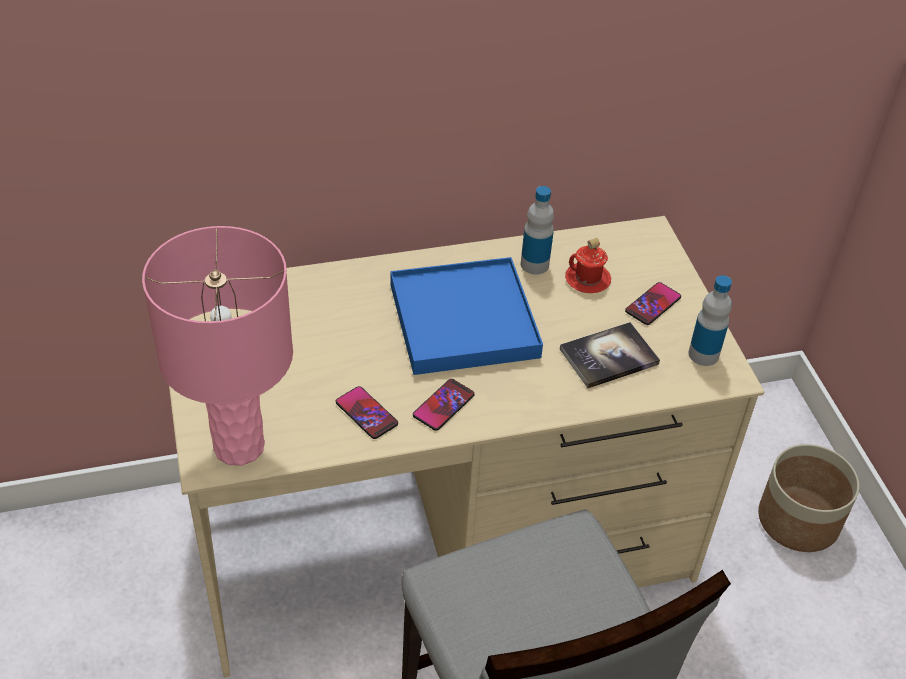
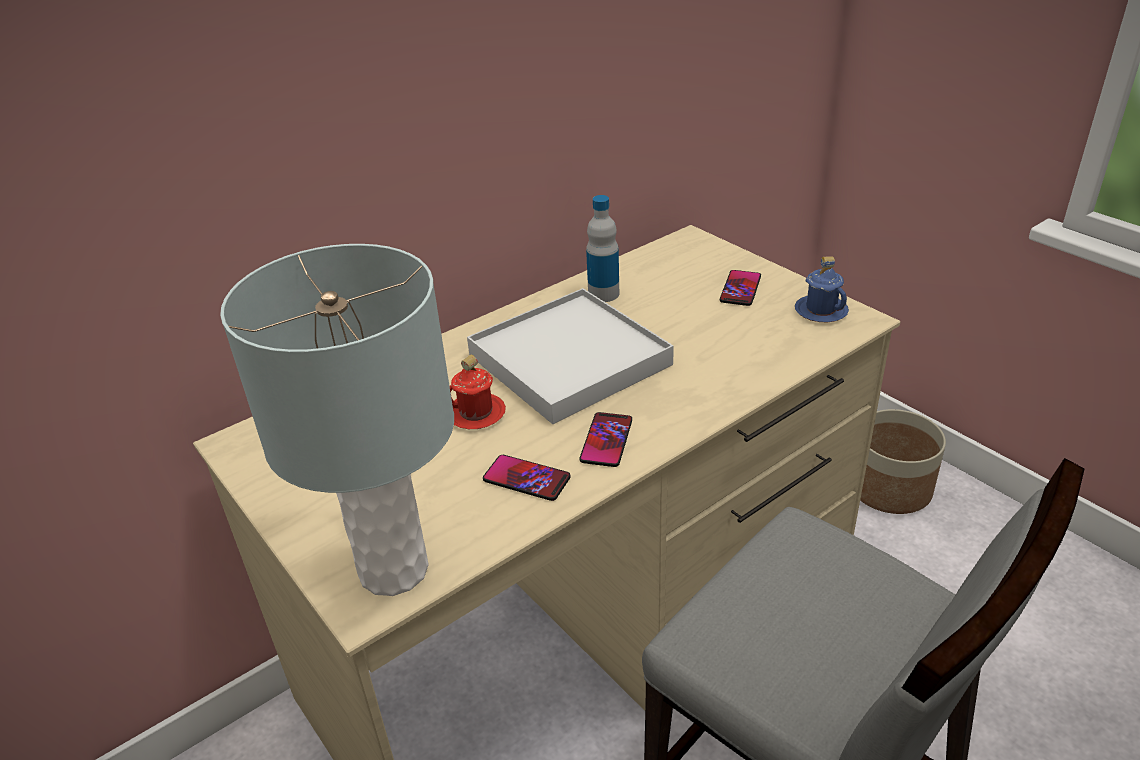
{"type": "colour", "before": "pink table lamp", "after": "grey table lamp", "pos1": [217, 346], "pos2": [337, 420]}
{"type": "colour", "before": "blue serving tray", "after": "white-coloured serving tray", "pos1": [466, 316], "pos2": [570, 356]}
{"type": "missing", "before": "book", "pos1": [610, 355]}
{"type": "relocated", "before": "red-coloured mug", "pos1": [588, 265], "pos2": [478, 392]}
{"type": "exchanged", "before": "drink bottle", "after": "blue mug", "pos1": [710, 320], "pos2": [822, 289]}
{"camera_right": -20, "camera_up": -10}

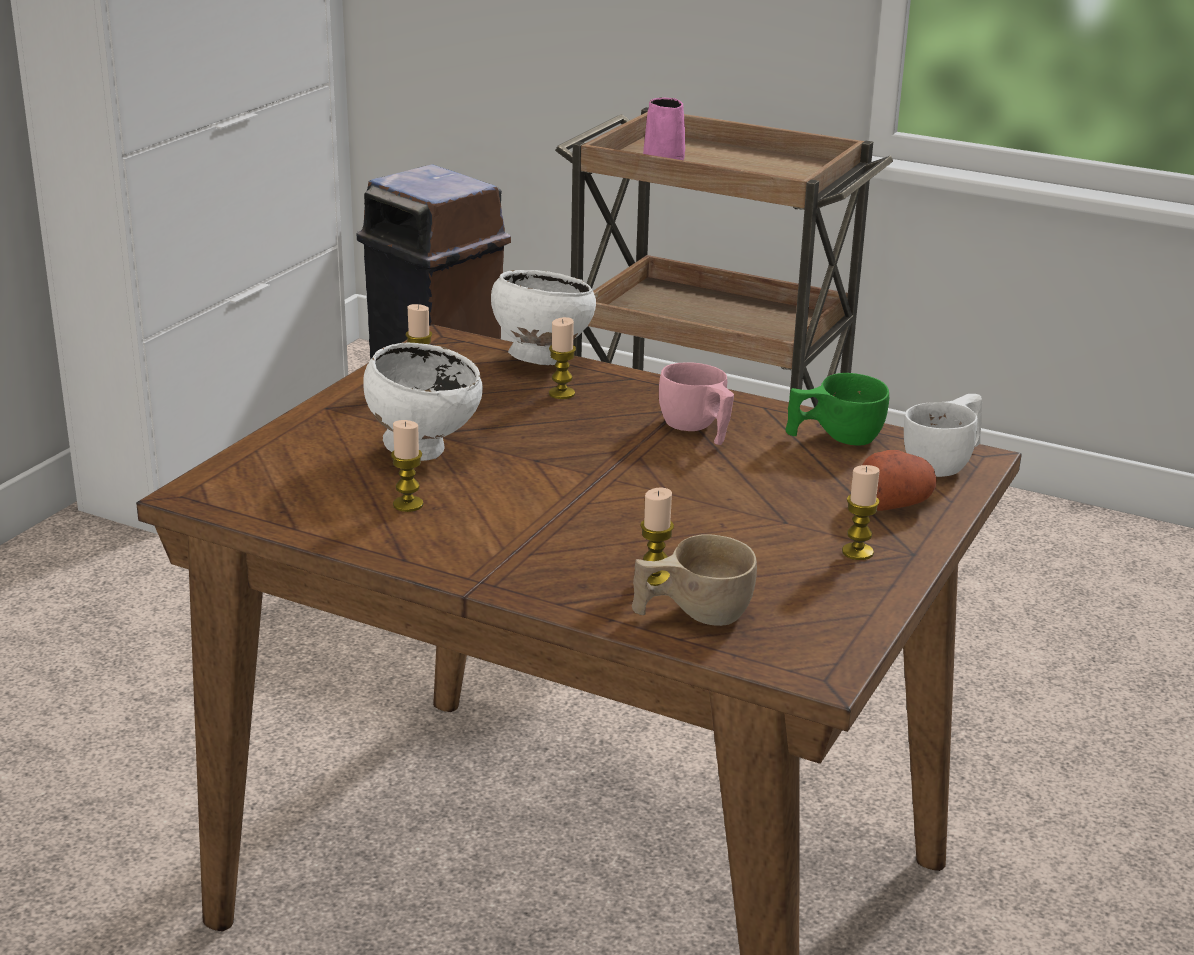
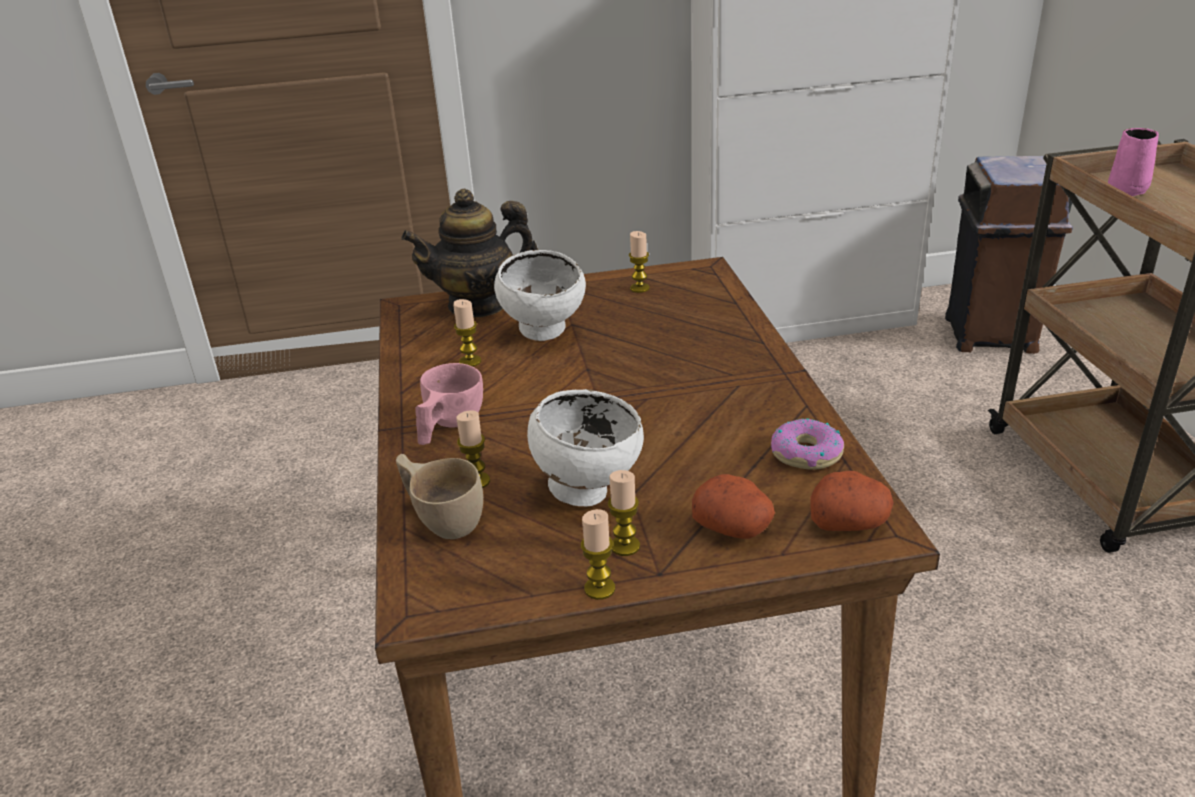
{"type": "relocated", "before": "white-coloured deep dish", "pos1": [543, 317], "pos2": [585, 448]}
{"type": "relocated", "before": "wax light", "pos1": [562, 358], "pos2": [598, 554]}
{"type": "relocated", "before": "pink cup", "pos1": [696, 403], "pos2": [449, 404]}
{"type": "exchanged", "before": "green cup", "after": "ring doughnut", "pos1": [837, 409], "pos2": [807, 444]}
{"type": "exchanged", "before": "white-coloured cup", "after": "potato", "pos1": [943, 435], "pos2": [852, 501]}
{"type": "appeared", "after": "tea pot", "pos2": [469, 253]}
{"camera_right": 55, "camera_up": 5}

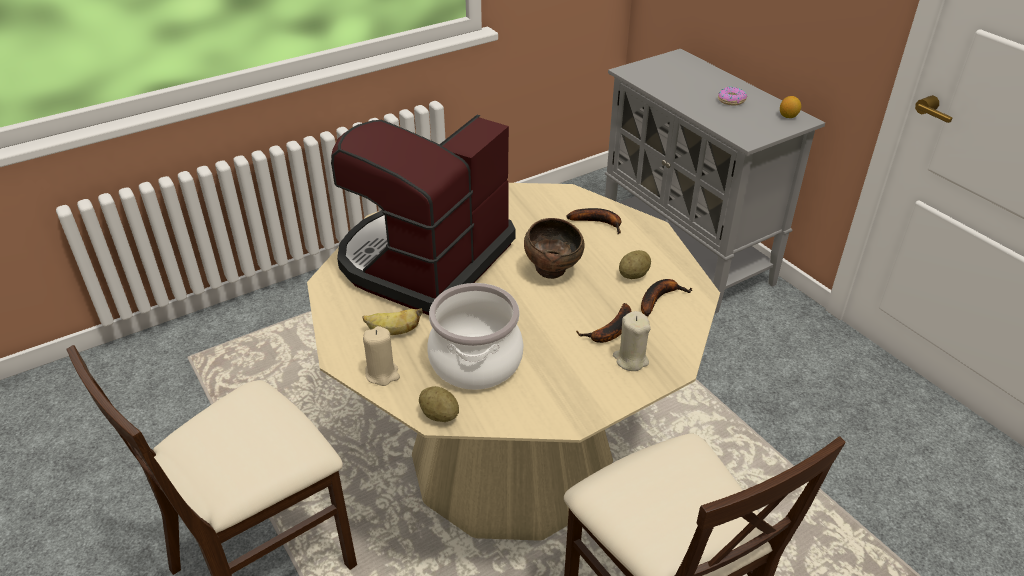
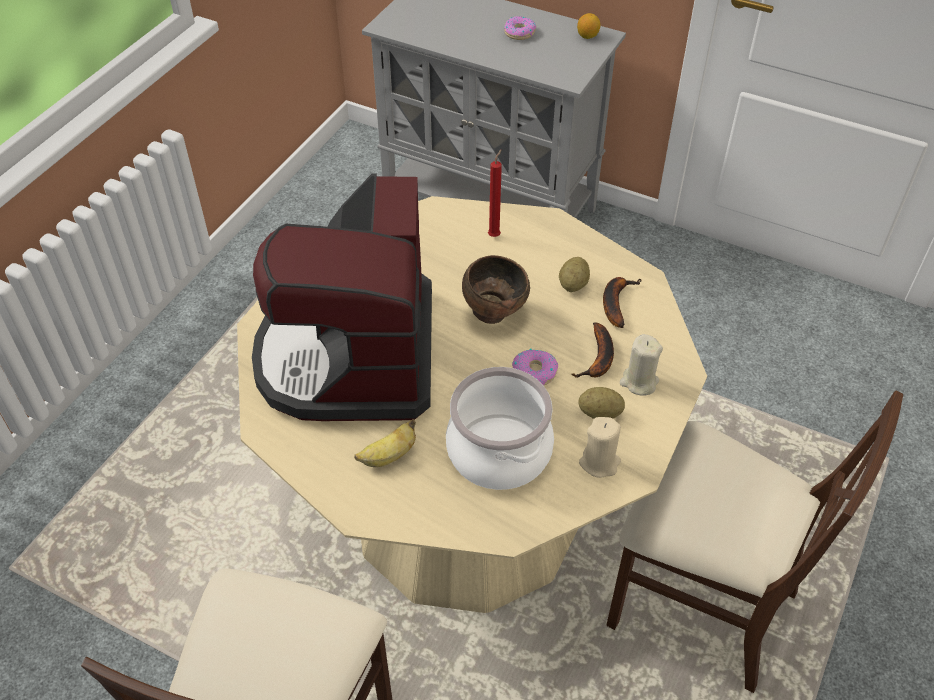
{"type": "relocated", "before": "beige wax light", "pos1": [381, 356], "pos2": [600, 447]}
{"type": "relocated", "before": "potato", "pos1": [439, 404], "pos2": [601, 403]}
{"type": "exchanged", "before": "banana fruit", "after": "red-coloured wax light", "pos1": [594, 221], "pos2": [495, 193]}
{"type": "appeared", "after": "ring doughnut", "pos2": [535, 367]}
{"camera_right": -30, "camera_up": 10}

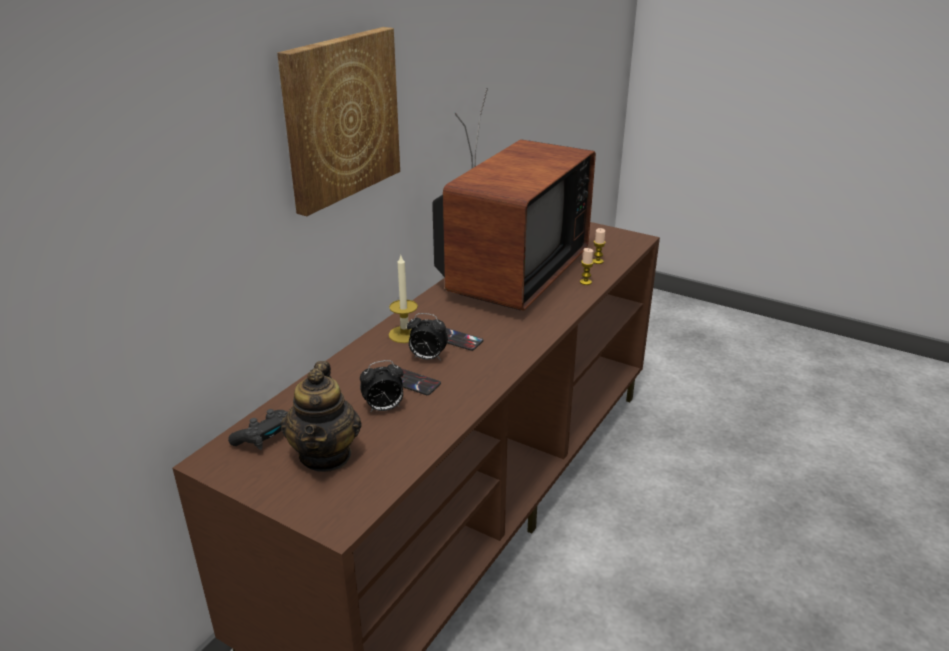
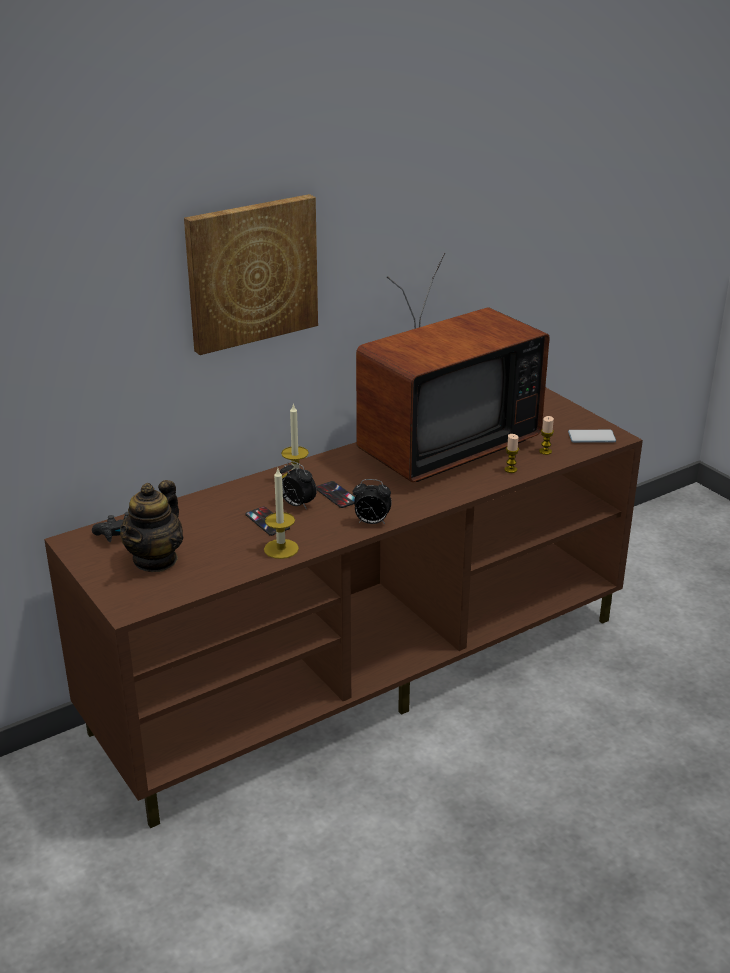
{"type": "relocated", "before": "bedside clock", "pos1": [382, 386], "pos2": [372, 501]}
{"type": "appeared", "after": "wax light", "pos2": [281, 514]}
{"type": "appeared", "after": "telephone", "pos2": [592, 436]}
{"camera_right": 25, "camera_up": 0}

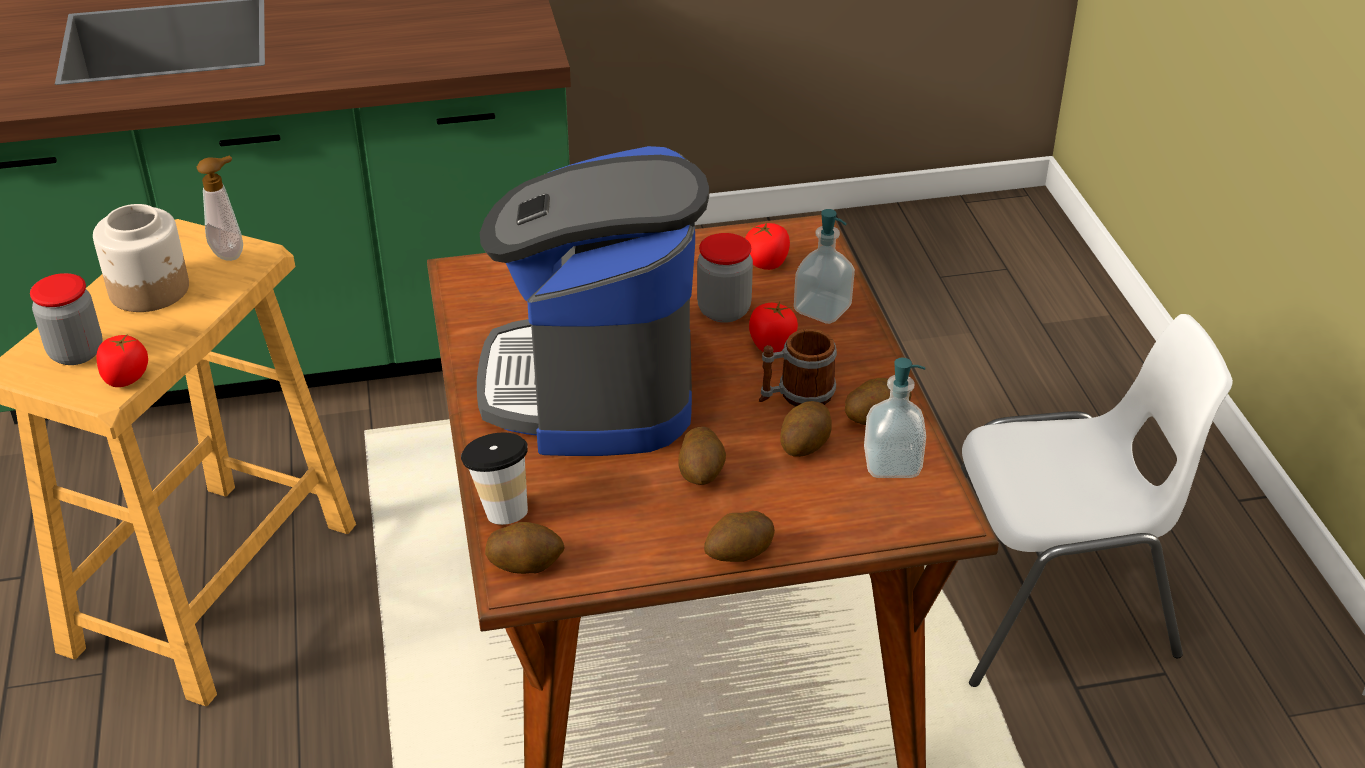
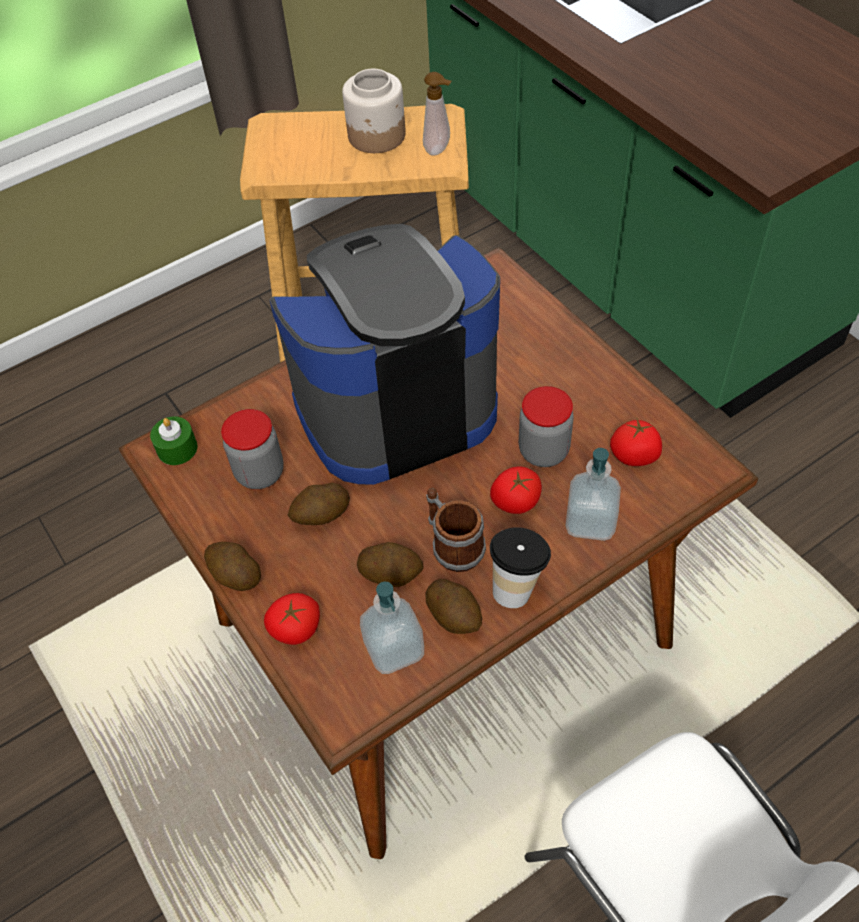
{"type": "relocated", "before": "jar", "pos1": [66, 319], "pos2": [252, 449]}
{"type": "relocated", "before": "tomato", "pos1": [122, 360], "pos2": [292, 619]}
{"type": "relocated", "before": "cup", "pos1": [494, 478], "pos2": [520, 567]}
{"type": "exchanged", "before": "potato", "after": "green wax light", "pos1": [525, 548], "pos2": [174, 440]}
{"camera_right": 70, "camera_up": 15}

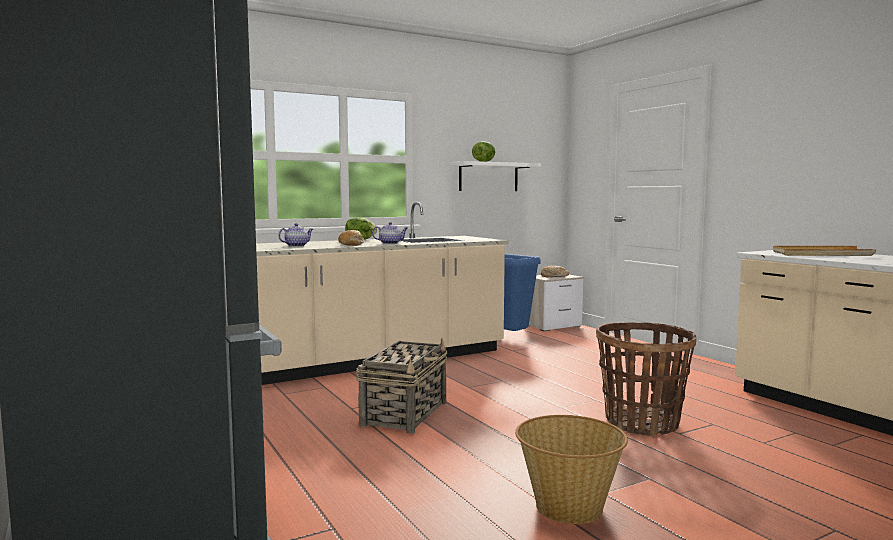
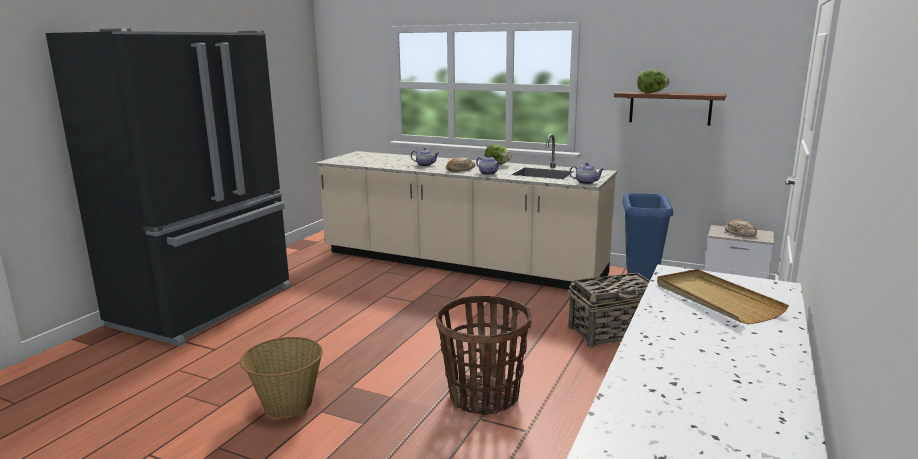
{"type": "relocated", "before": "basket", "pos1": [402, 386], "pos2": [609, 310]}
{"type": "colour", "before": "white-coloured bracket shelf", "after": "brown bracket shelf", "pos1": [495, 176], "pos2": [670, 108]}
{"type": "appeared", "after": "tea pot", "pos2": [586, 173]}
{"camera_right": 55, "camera_up": 10}

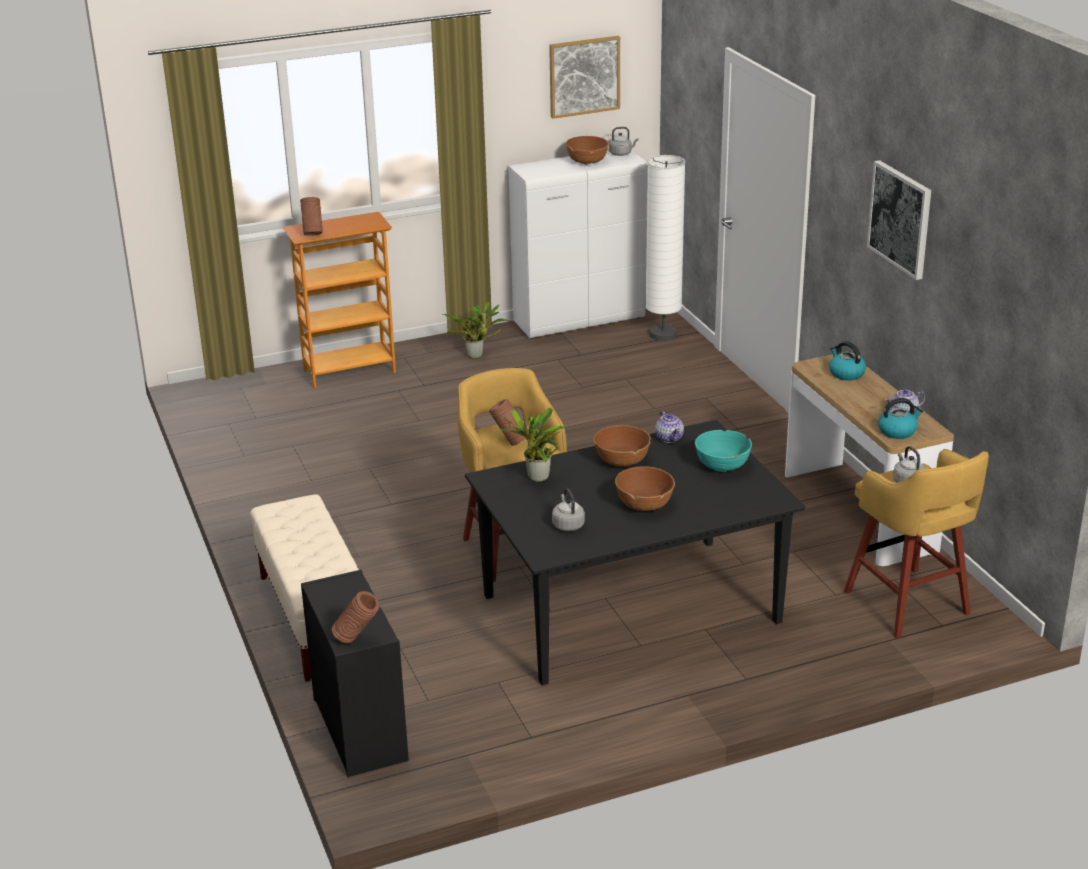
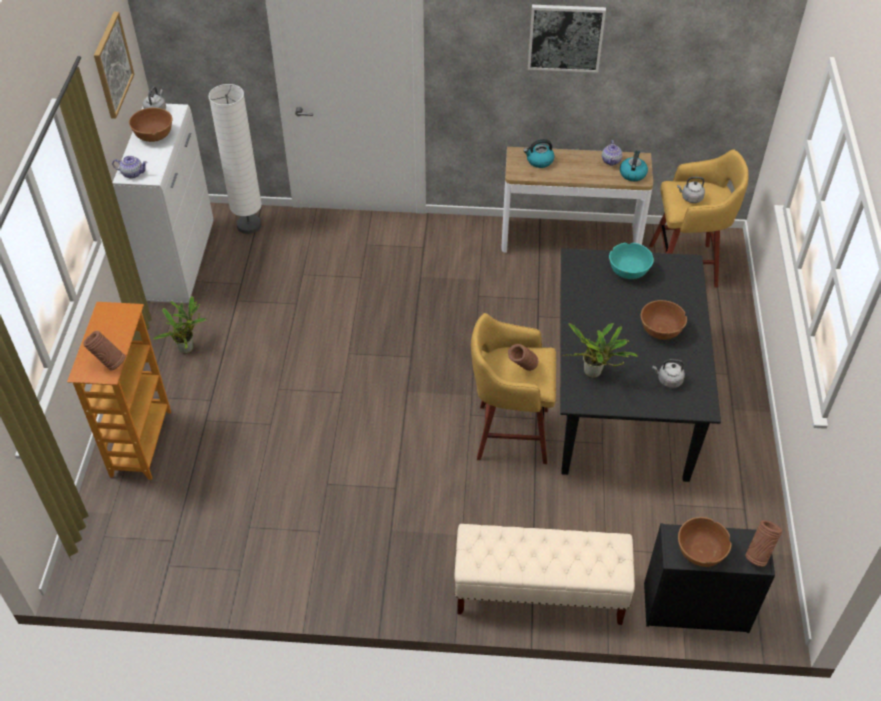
{"type": "relocated", "before": "brown deep dish", "pos1": [622, 445], "pos2": [705, 542]}
{"type": "relocated", "before": "tea pot", "pos1": [669, 427], "pos2": [130, 167]}
{"camera_right": -65, "camera_up": 20}

